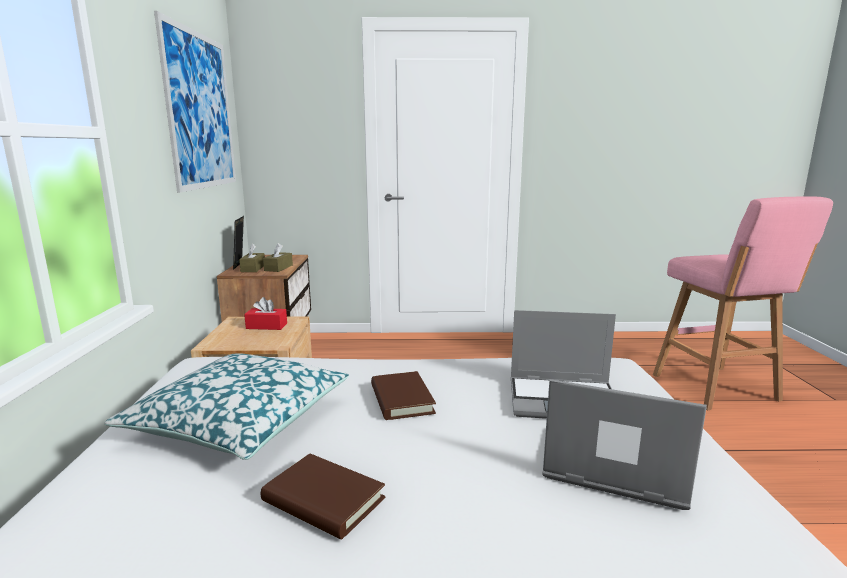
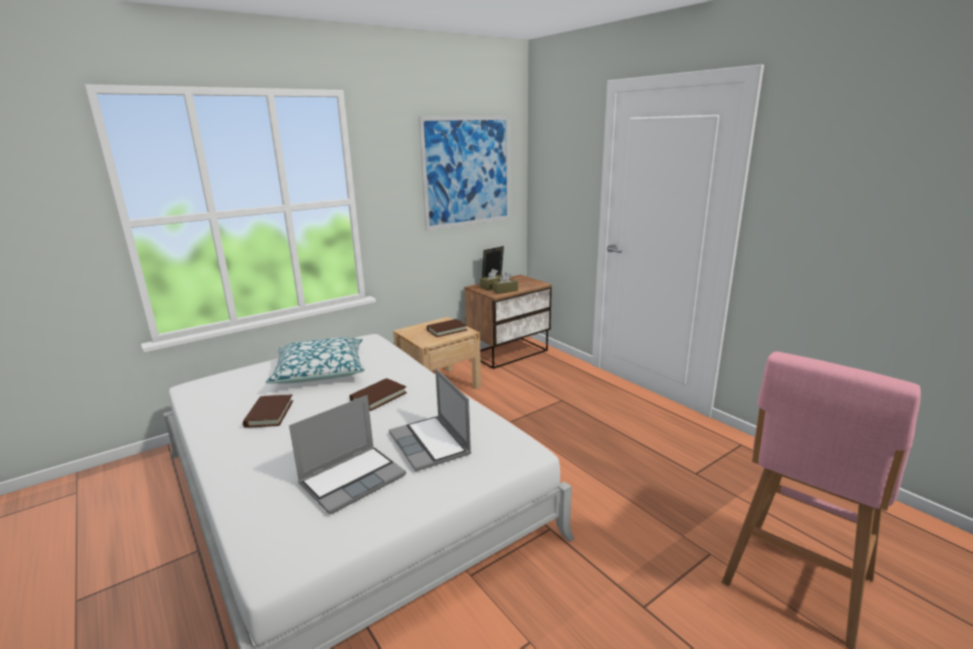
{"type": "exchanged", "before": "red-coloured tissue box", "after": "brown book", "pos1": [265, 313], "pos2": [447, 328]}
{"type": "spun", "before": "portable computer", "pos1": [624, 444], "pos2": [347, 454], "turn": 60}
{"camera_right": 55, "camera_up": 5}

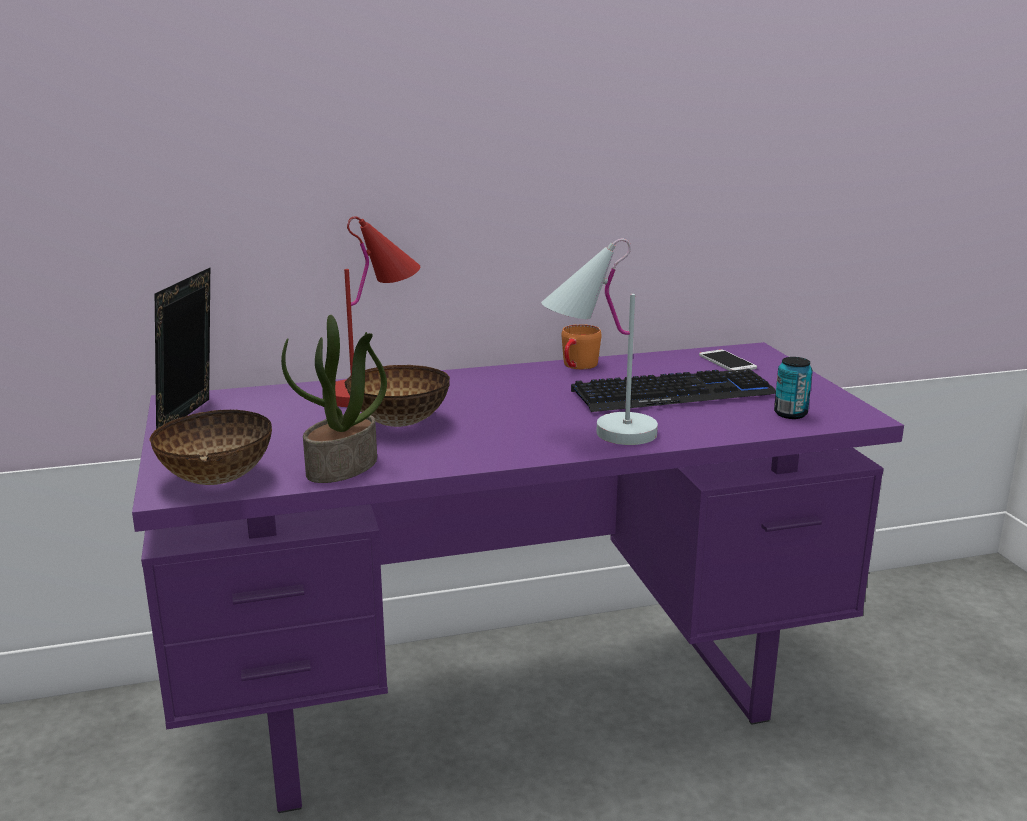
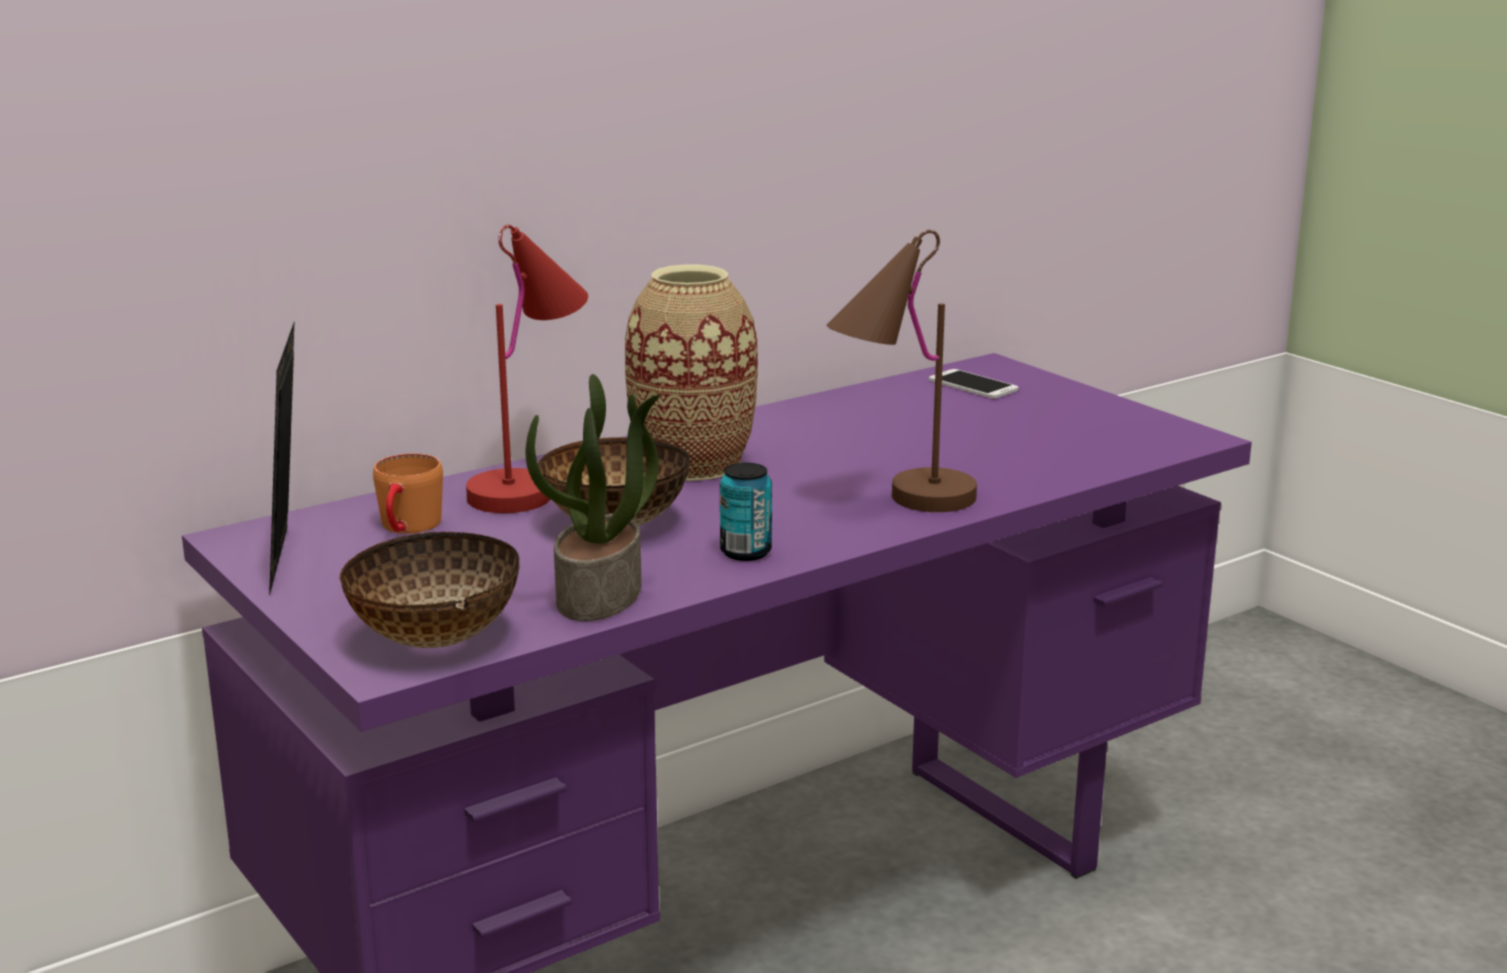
{"type": "colour", "before": "white-coloured table lamp", "after": "brown table lamp", "pos1": [599, 342], "pos2": [901, 371]}
{"type": "relocated", "before": "orange-coloured mug", "pos1": [581, 346], "pos2": [408, 493]}
{"type": "missing", "before": "computer keyboard", "pos1": [673, 390]}
{"type": "relocated", "before": "metal can", "pos1": [793, 388], "pos2": [746, 511]}
{"type": "appeared", "after": "flower vase", "pos2": [691, 373]}
{"camera_right": -20, "camera_up": 0}

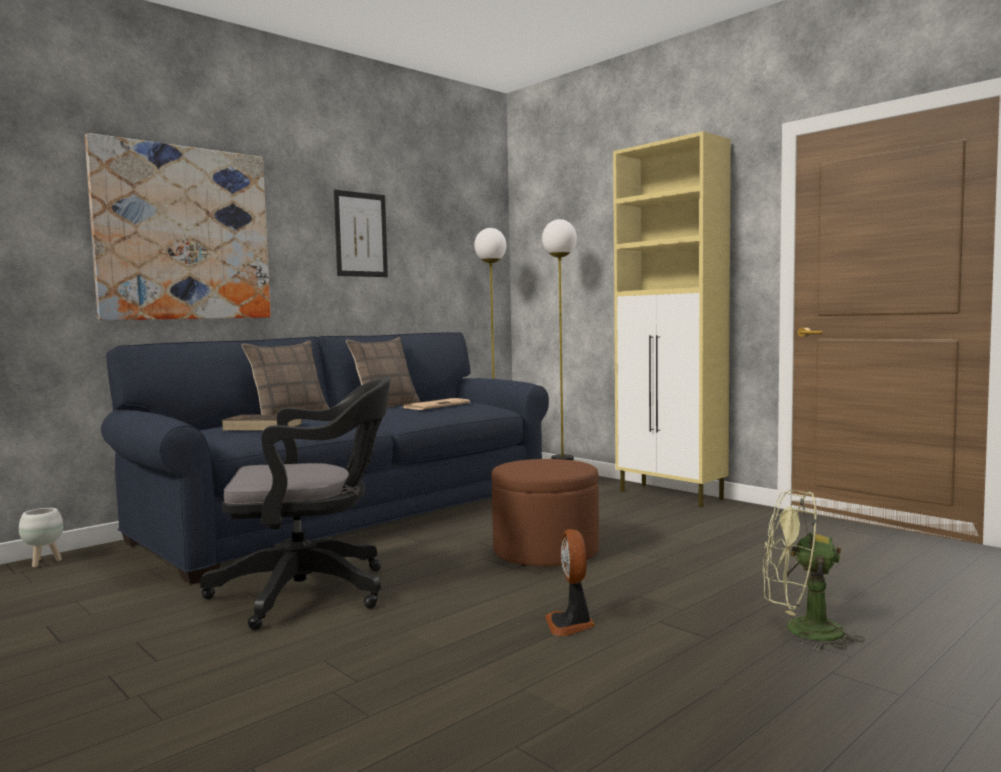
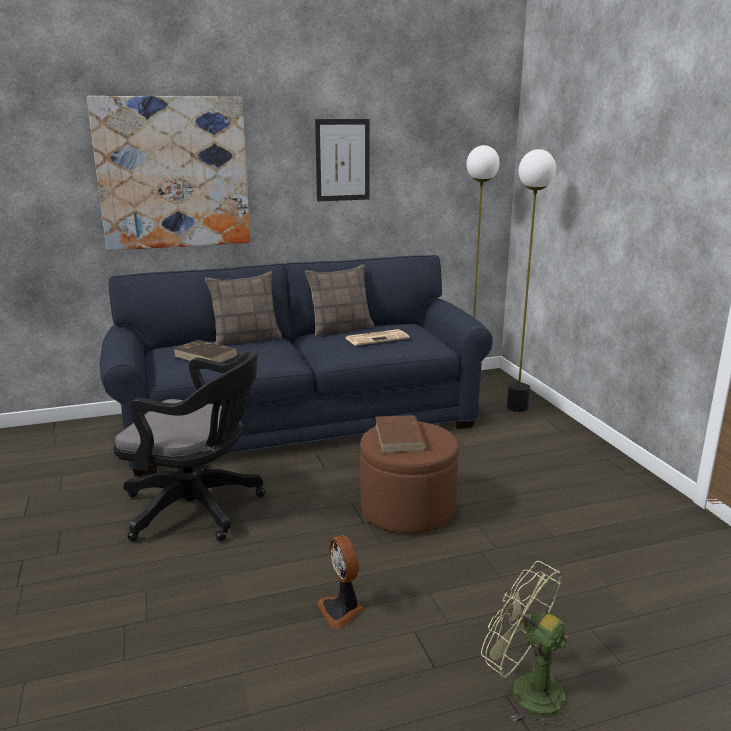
{"type": "missing", "before": "white-coloured plant pot", "pos1": [41, 538]}
{"type": "spun", "before": "electric fan", "pos1": [570, 582], "pos2": [339, 582], "turn": -45}
{"type": "missing", "before": "beige cupboard", "pos1": [672, 319]}
{"type": "appeared", "after": "brown book", "pos2": [401, 434]}
{"camera_right": 25, "camera_up": 15}

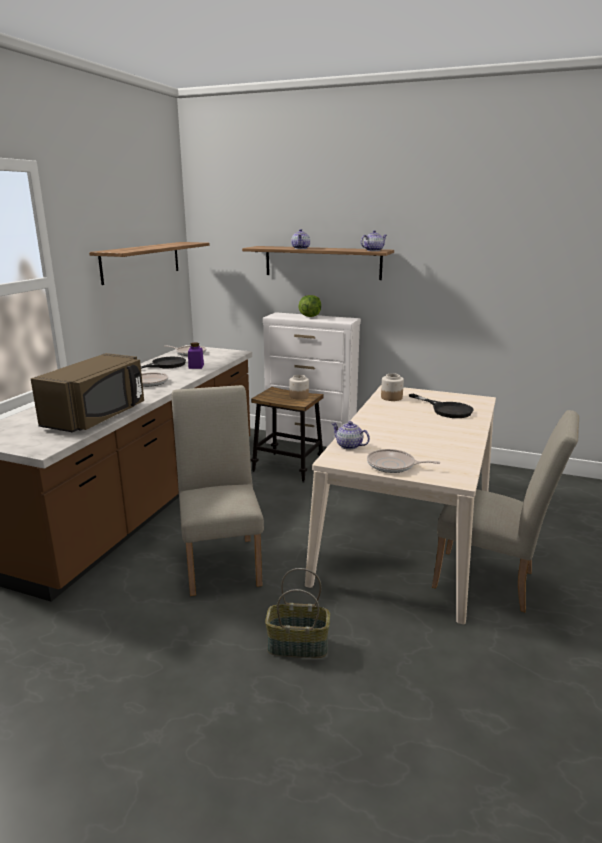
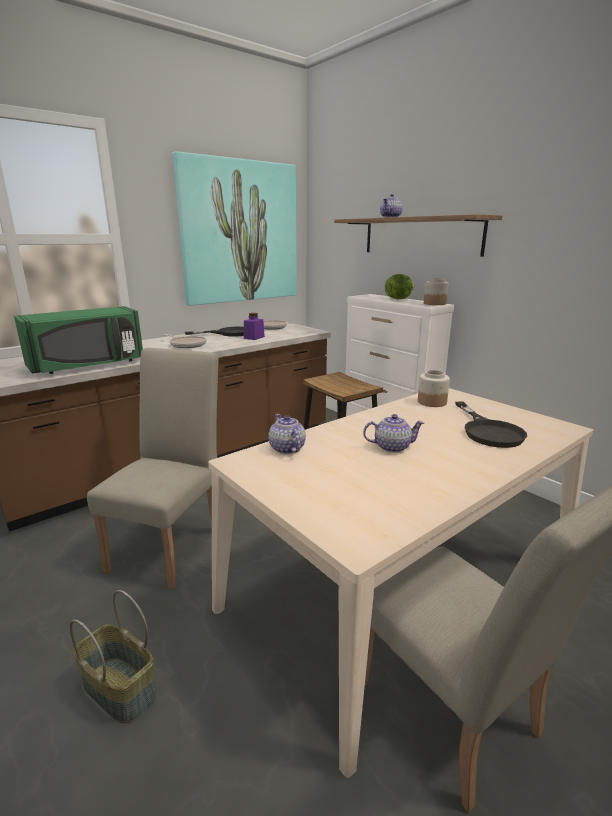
{"type": "colour", "before": "brown kitchen microwave", "after": "green kitchen microwave", "pos1": [87, 392], "pos2": [78, 340]}
{"type": "exchanged", "before": "bracket shelf", "after": "picture", "pos1": [149, 263], "pos2": [234, 228]}
{"type": "relocated", "before": "jar", "pos1": [299, 387], "pos2": [436, 291]}
{"type": "relocated", "before": "tea pot", "pos1": [374, 240], "pos2": [393, 433]}
{"type": "missing", "before": "frying pan", "pos1": [403, 461]}
{"camera_right": 30, "camera_up": 0}

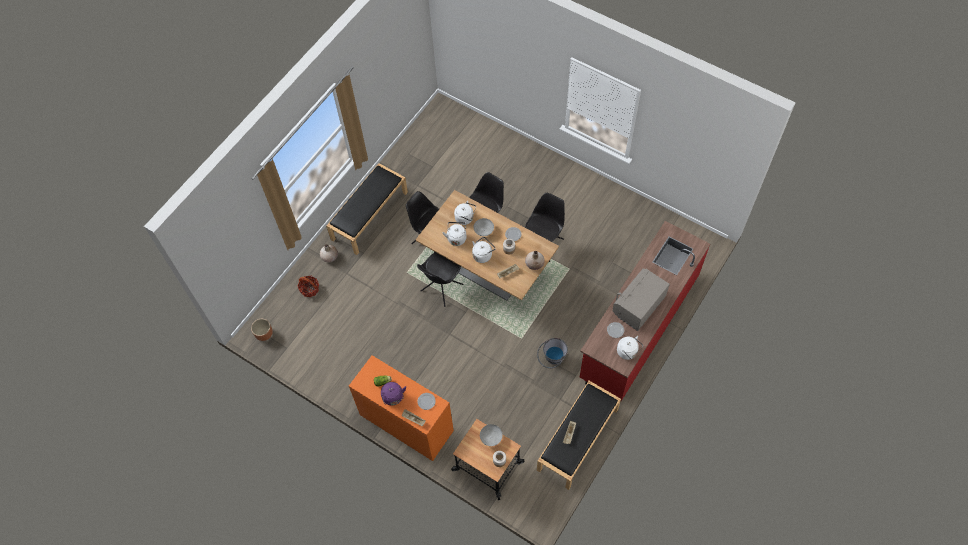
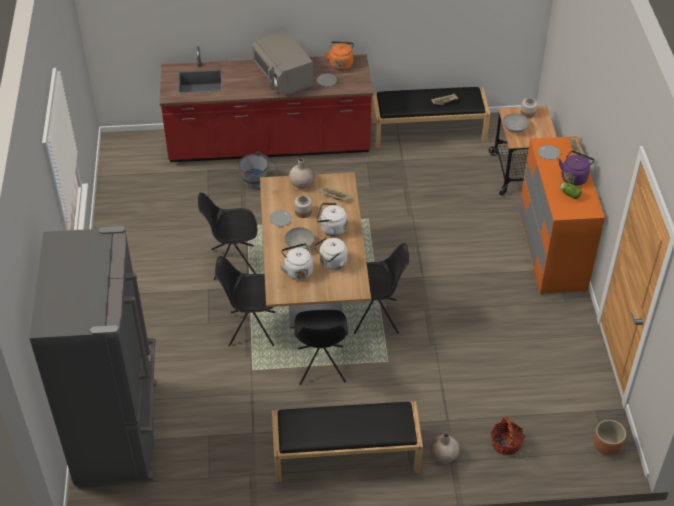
{"type": "relocated", "before": "grey water bucket", "pos1": [552, 353], "pos2": [258, 170]}
{"type": "spun", "before": "grey kitchen microwave", "pos1": [641, 300], "pos2": [283, 63], "turn": 60}
{"type": "colour", "before": "white-coloured kettle", "after": "orange-coloured kettle", "pos1": [630, 348], "pos2": [339, 56]}
{"type": "appeared", "after": "grey fridge", "pos2": [93, 356]}
{"camera_right": -130, "camera_up": -15}

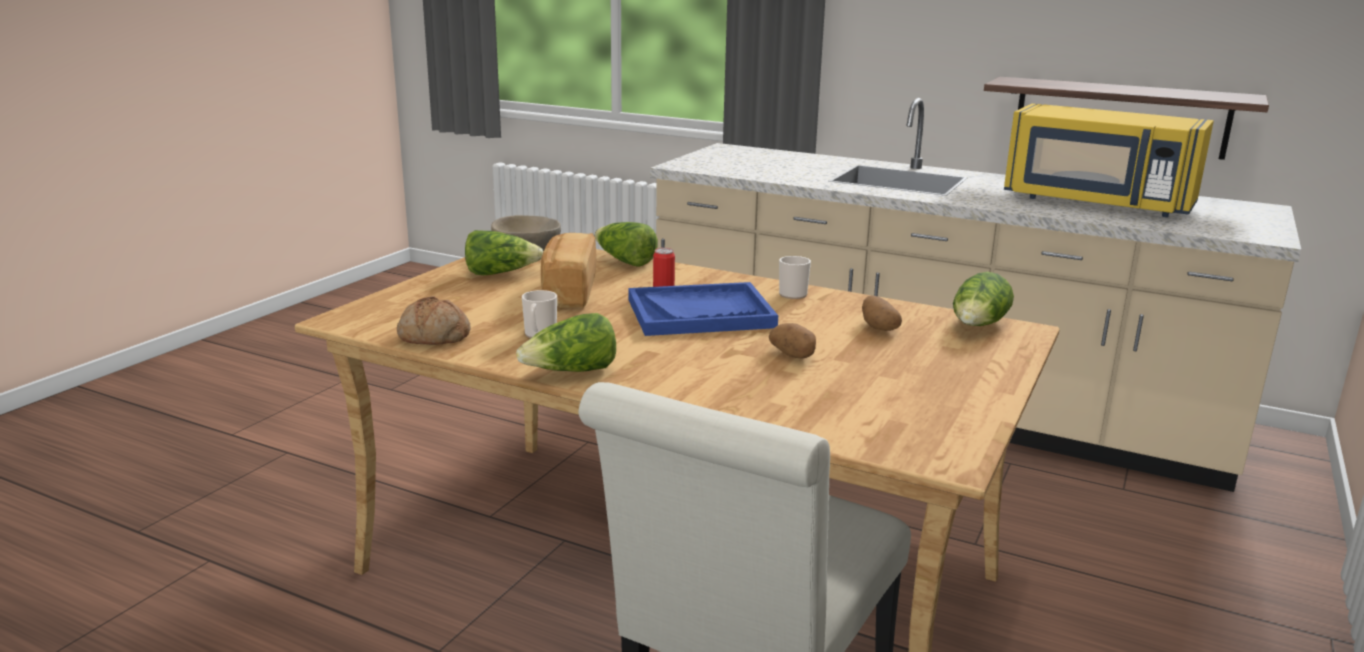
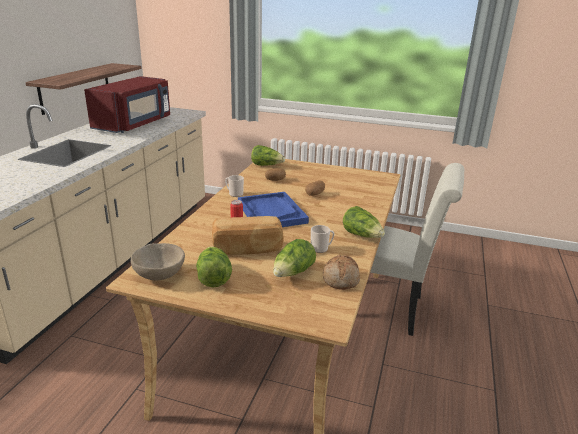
{"type": "relocated", "before": "lettuce", "pos1": [626, 244], "pos2": [294, 258]}
{"type": "colour", "before": "yellow-coloured kitchen microwave", "after": "red-coloured kitchen microwave", "pos1": [1109, 160], "pos2": [127, 104]}
{"camera_right": -100, "camera_up": 5}

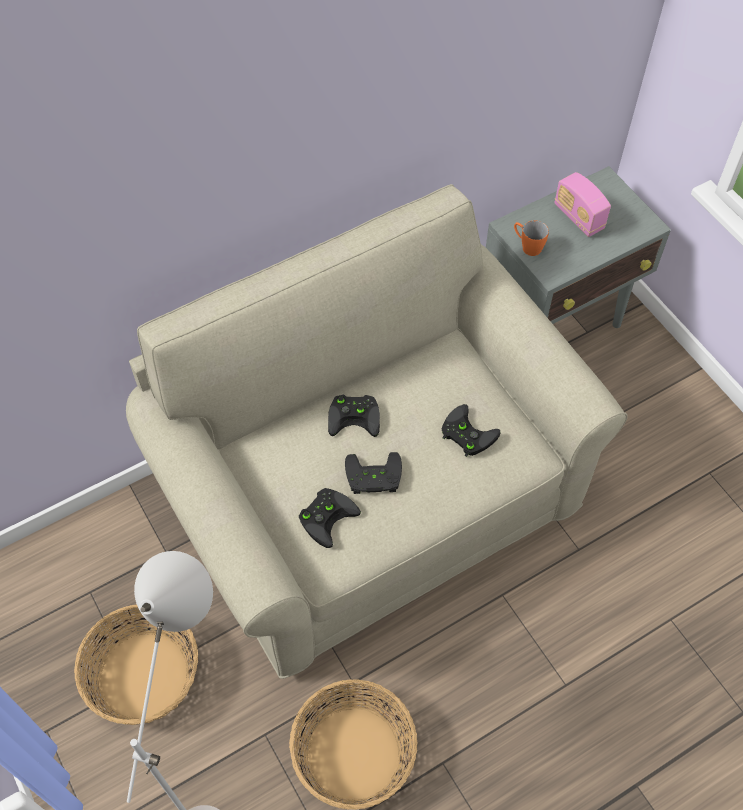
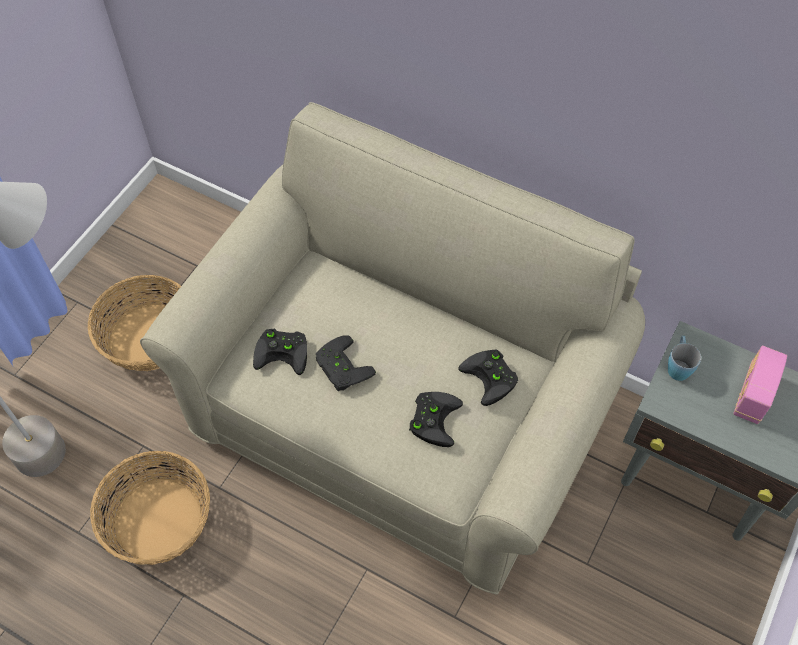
{"type": "relocated", "before": "black game controller", "pos1": [354, 416], "pos2": [488, 378]}
{"type": "colour", "before": "orange-coloured mug", "after": "blue mug", "pos1": [531, 238], "pos2": [684, 358]}
{"camera_right": 60, "camera_up": 0}

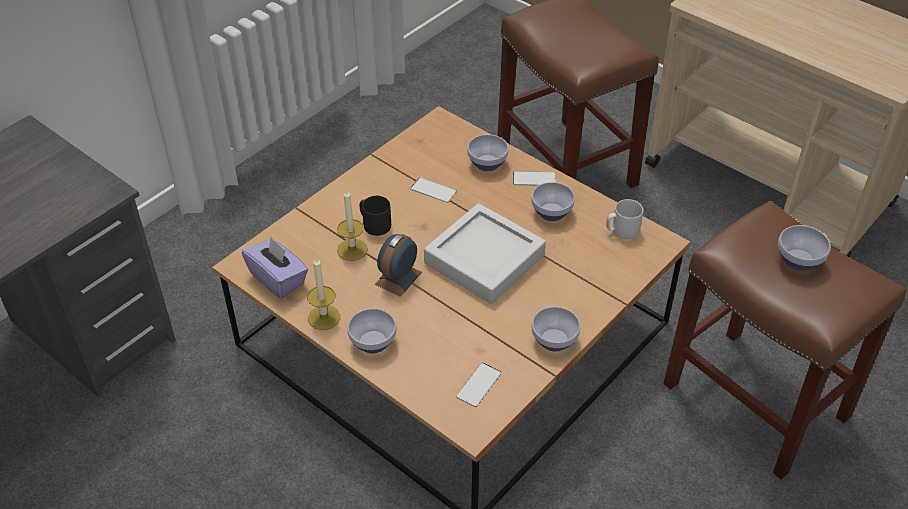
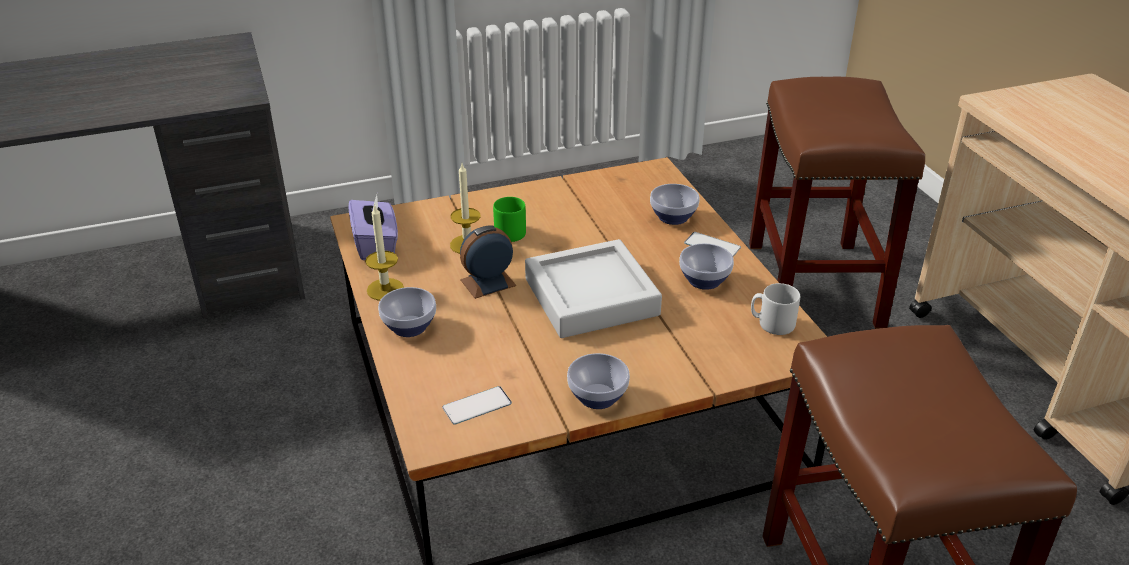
{"type": "colour", "before": "black mug", "after": "green mug", "pos1": [375, 216], "pos2": [509, 219]}
{"type": "missing", "before": "telephone", "pos1": [433, 190]}
{"type": "missing", "before": "deep dish", "pos1": [804, 248]}
{"camera_right": 30, "camera_up": -10}

